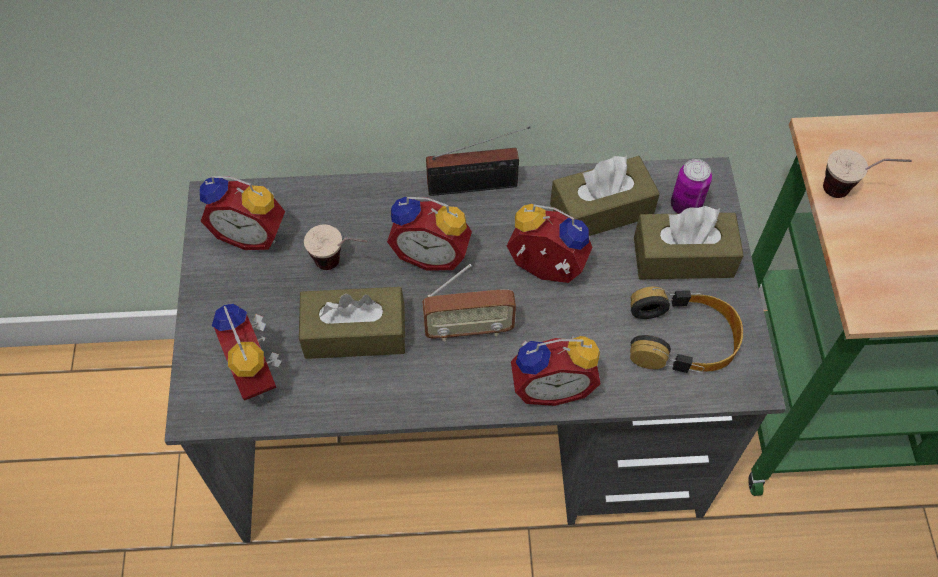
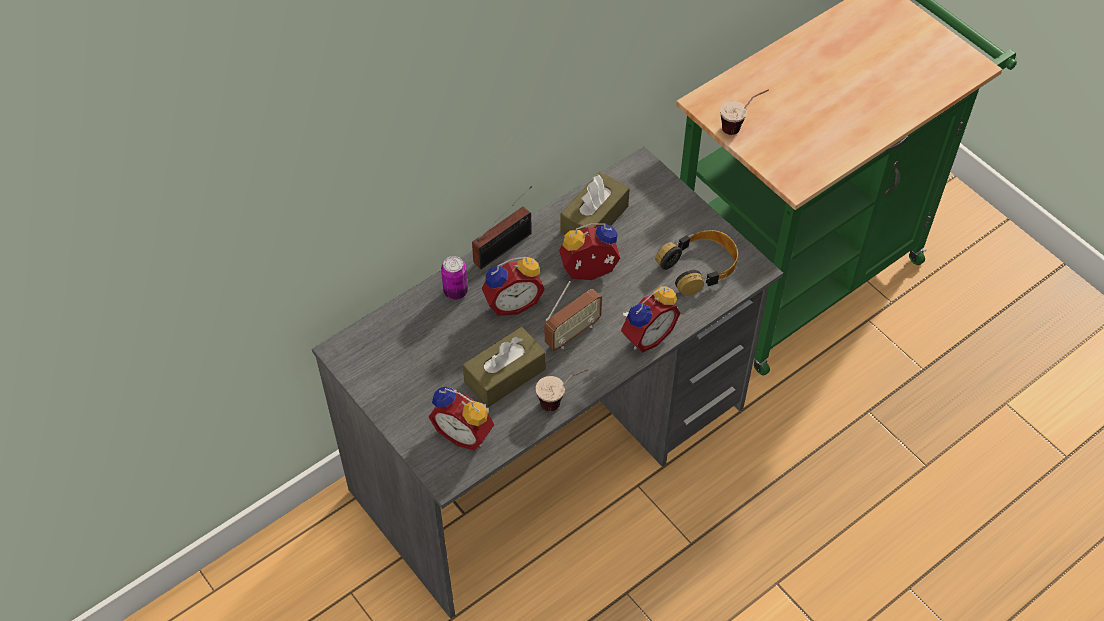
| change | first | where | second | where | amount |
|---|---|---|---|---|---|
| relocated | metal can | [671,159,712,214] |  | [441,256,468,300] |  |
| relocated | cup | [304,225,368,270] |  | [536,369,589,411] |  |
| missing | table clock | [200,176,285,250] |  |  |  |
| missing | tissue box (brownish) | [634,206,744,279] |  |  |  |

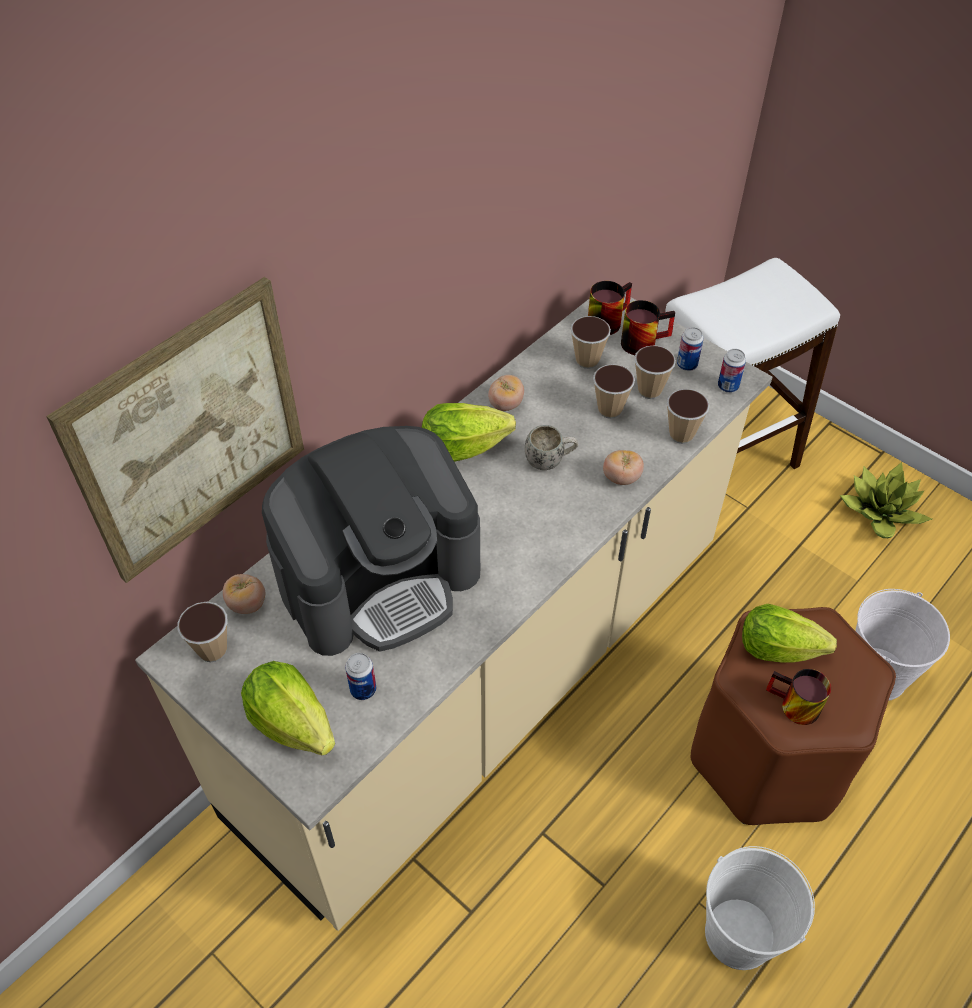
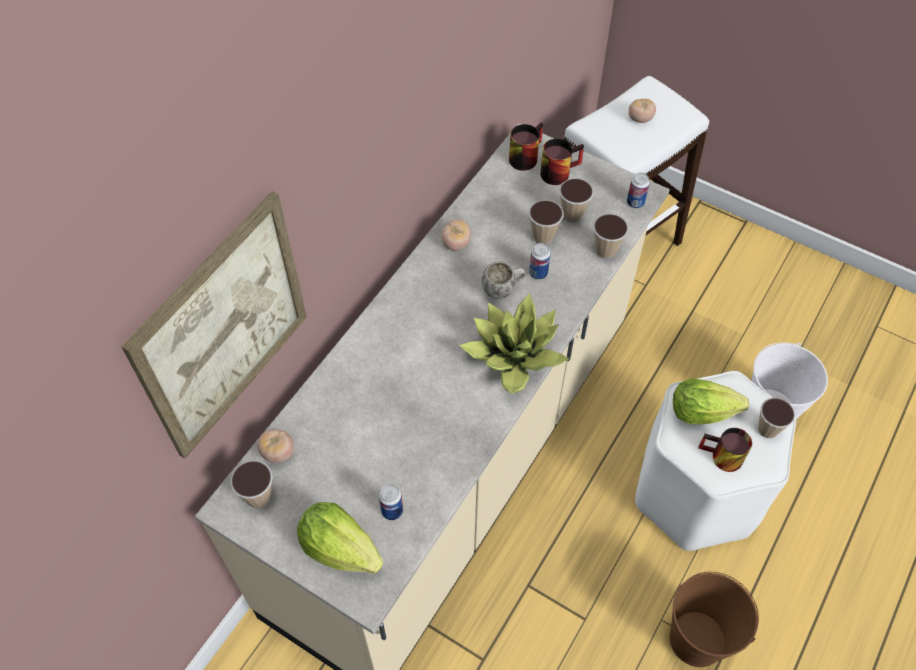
| change | first | where | second | where | amount |
|---|---|---|---|---|---|
| relocated | houseplant | [840,462,932,538] |  | [459,293,569,394] |  |
| relocated | metal can | [677,327,703,371] |  | [529,243,551,279] |  |
| relocated | fresh tomato | [603,450,644,485] |  | [629,99,656,123] |  |
| colour | stool (brownish) | [691,607,896,825] | stool (white-coloured) | [635,371,796,551] |  |
| colour | water bucket (white-coloured) | [705,846,815,970] | water bucket (brownish) | [670,572,759,667] |  |
| relocated | cup | [570,316,611,369] |  | [758,398,795,438] |  |
| missing | coffee machine | [262,426,480,656] |  |  |  |
| missing | lettuce head | [422,403,516,462] |  |  |  |

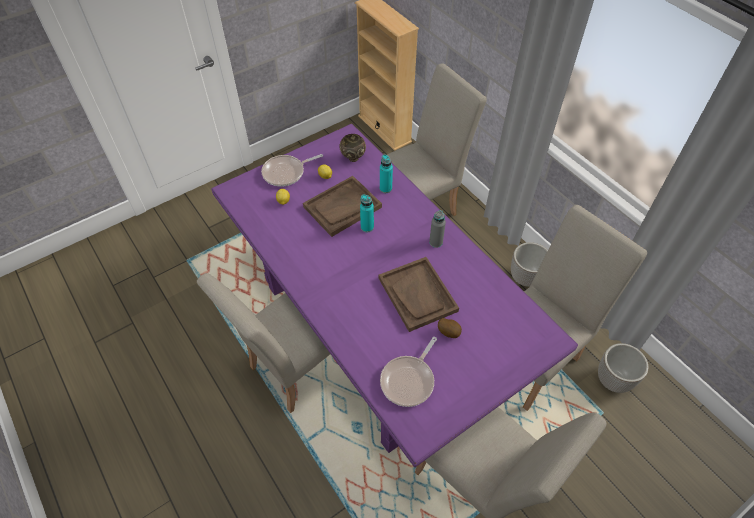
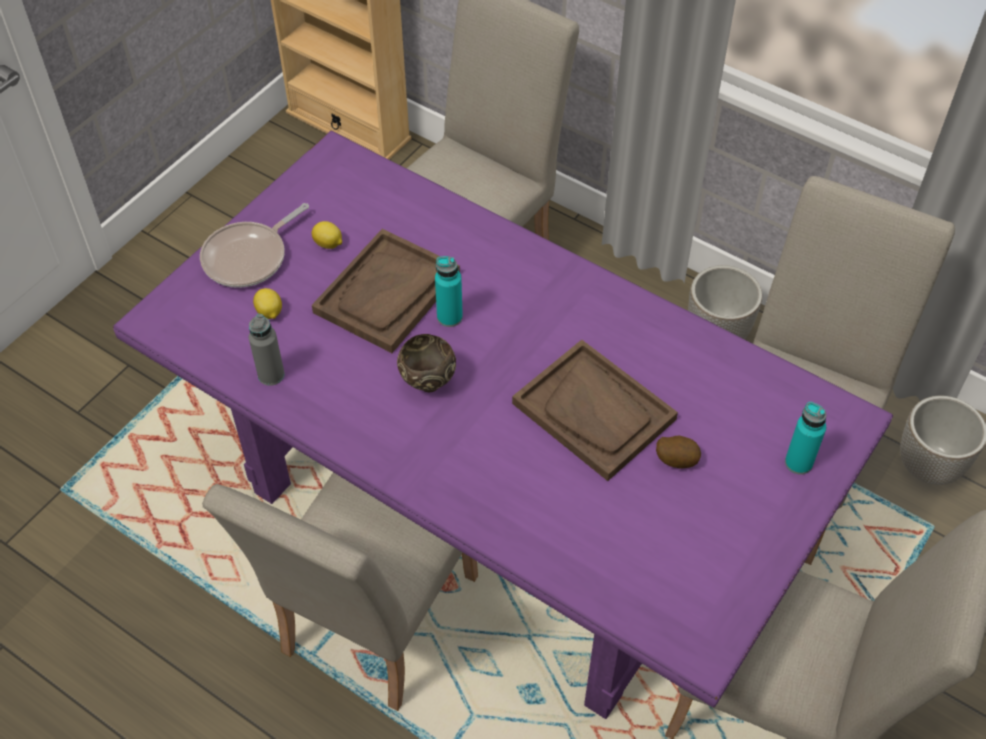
| change | first | where | second | where | amount |
|---|---|---|---|---|---|
| relocated | beverage bottle (grey) | [429,210,446,248] |  | [249,314,285,386] |  |
| relocated | bowl (brownish) | [340,134,366,162] |  | [397,334,456,392] |  |
| relocated | beverage bottle (turquoise) | [380,154,393,193] |  | [785,402,826,475] |  |
| missing | skillet | [380,337,437,407] |  |  |  |

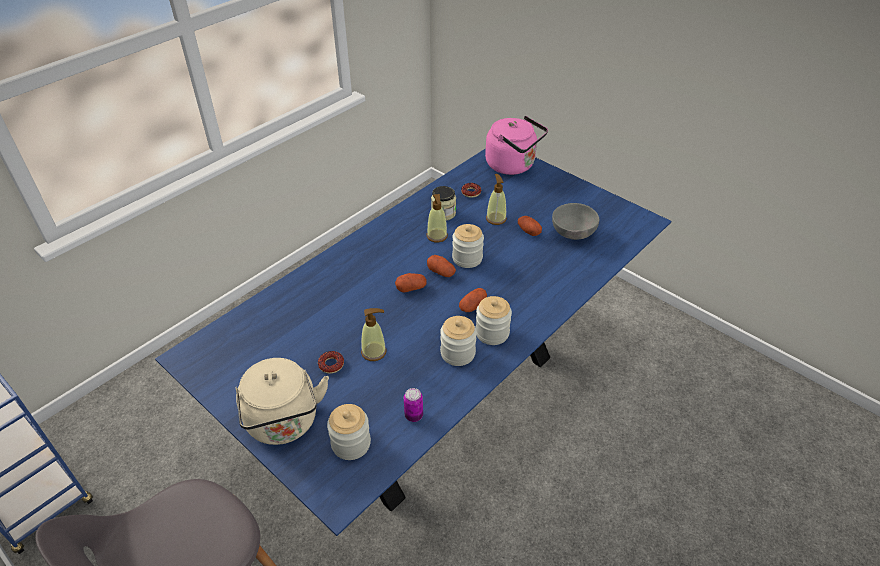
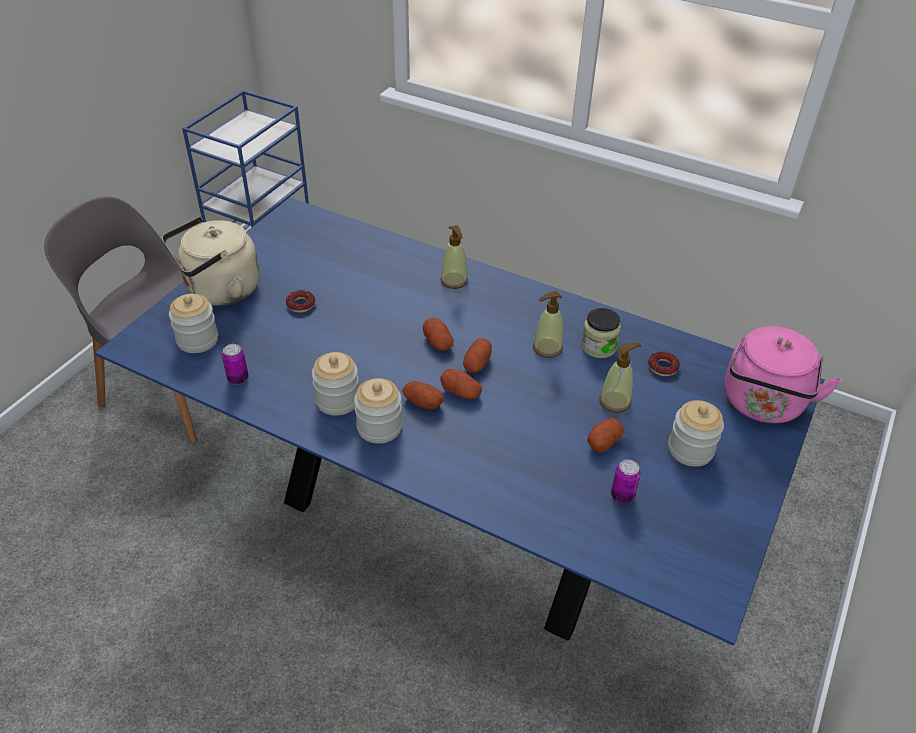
| change | first | where | second | where | amount |
|---|---|---|---|---|---|
| relocated | liquid soap bottle | [361,308,387,361] |  | [440,225,468,289] |  |
| appeared |  |  | potato | [440,369,482,399] |  |
| exchanged | bowl (grey) | [552,203,599,240] | metal can | [611,460,641,504] |  |
| relocated | jar | [452,224,484,268] |  | [668,400,724,467] |  |

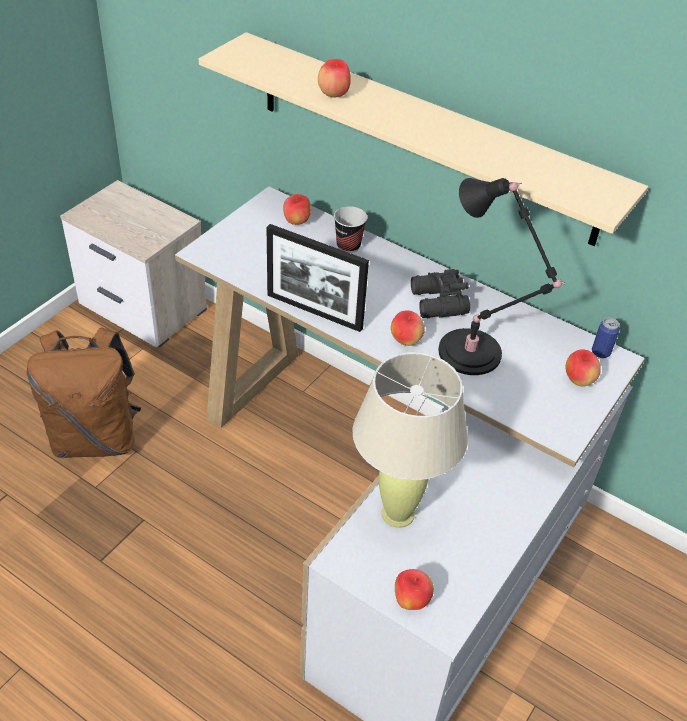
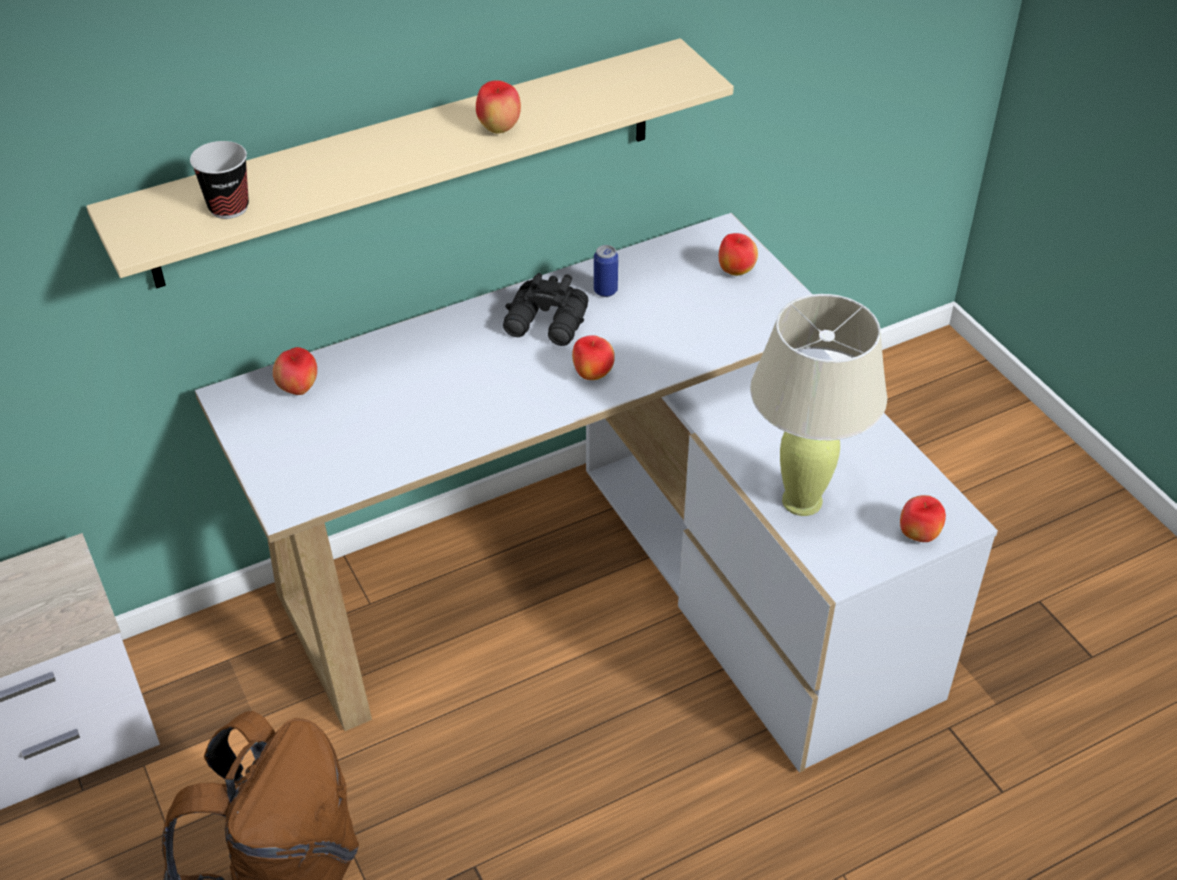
| change | first | where | second | where | amount |
|---|---|---|---|---|---|
| relocated | cup | [334,206,367,253] |  | [190,141,249,219] |  |
| relocated | apple fruit | [318,59,351,97] |  | [476,81,521,133] |  |
| relocated | metal can | [592,318,620,358] |  | [594,245,618,297] |  |
| missing | photo frame | [267,224,369,332] |  |  |  |
| missing | tabletop lamp (black-coloured) | [438,178,566,375] |  |  |  |

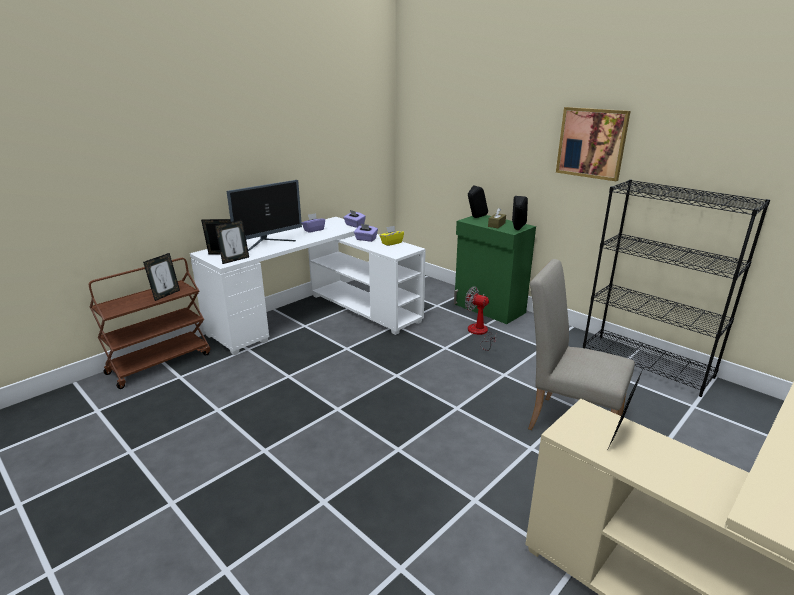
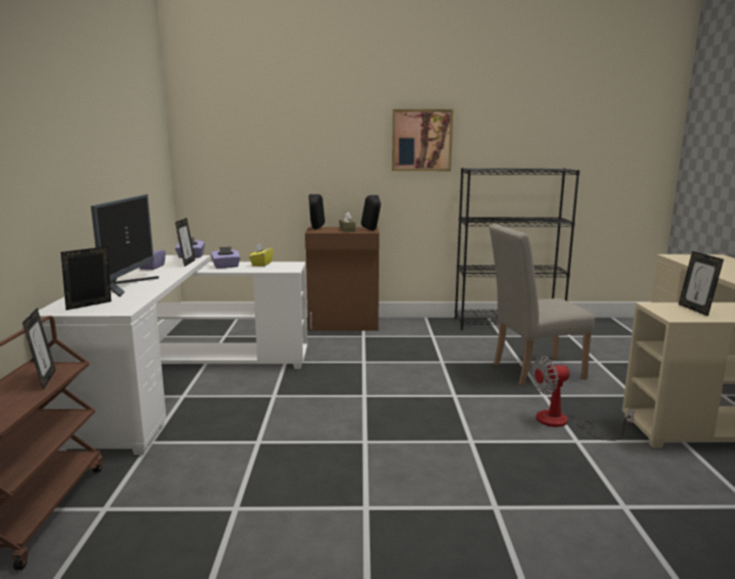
| change | first | where | second | where | amount |
|---|---|---|---|---|---|
| relocated | photo frame | [215,220,249,264] |  | [175,218,195,267] |  |
| colour | cupboard (green) | [454,215,536,324] | cupboard (brownish) | [305,227,379,331] |  |
| relocated | electric fan | [465,286,497,351] |  | [532,356,634,441] |  |

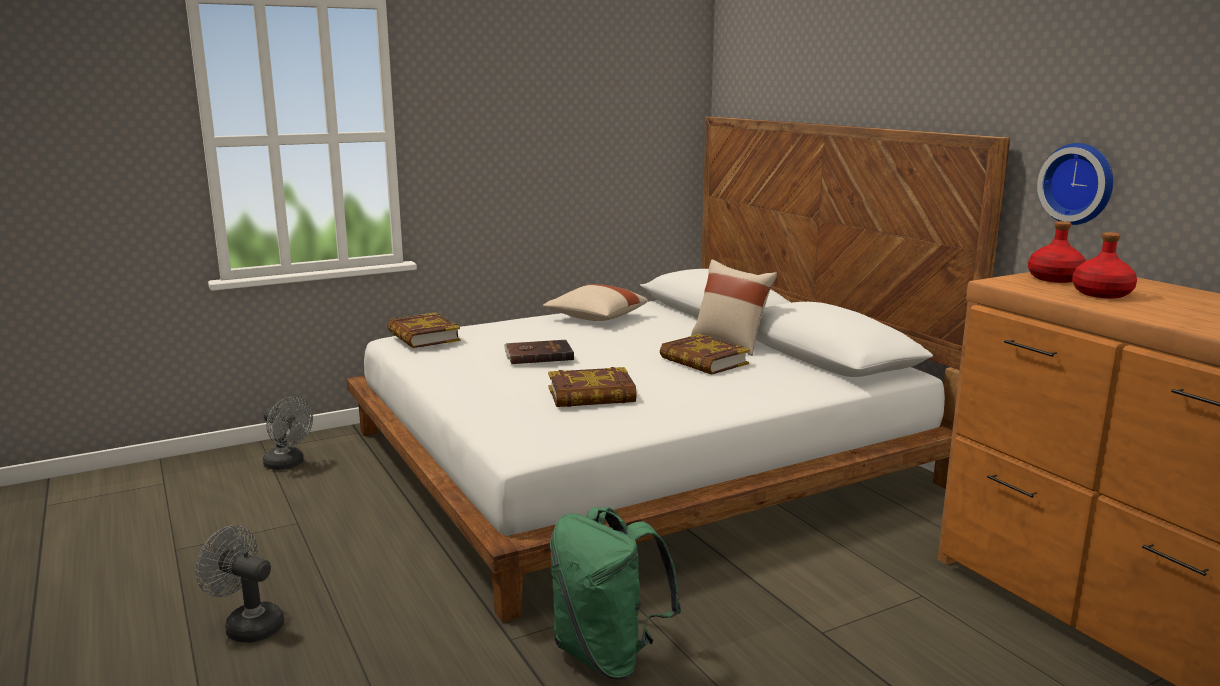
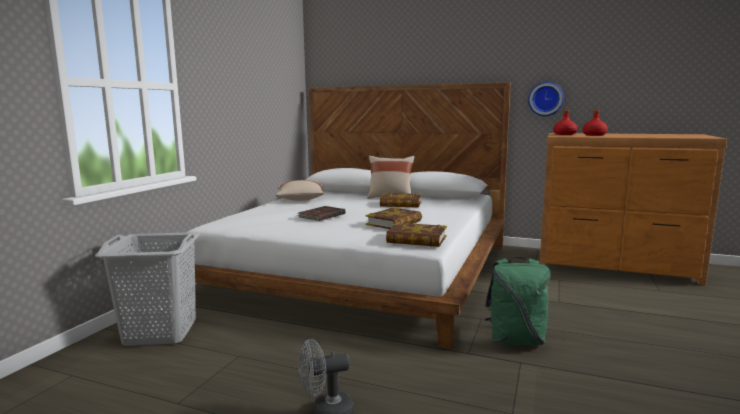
| change | first | where | second | where | amount |
|---|---|---|---|---|---|
| exchanged | electric fan (grey) | [263,397,313,470] | hamper (grey) | [95,232,200,346] |  |
| relocated | bound book | [387,313,461,348] |  | [386,222,447,247] |  |

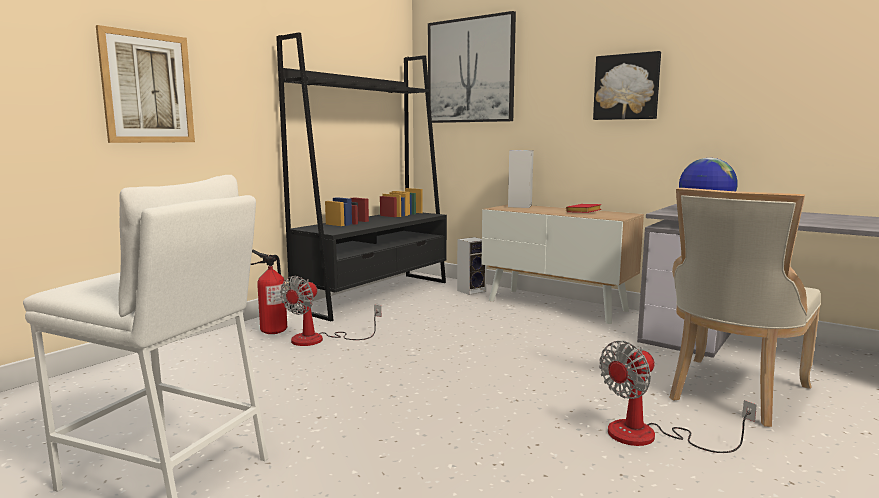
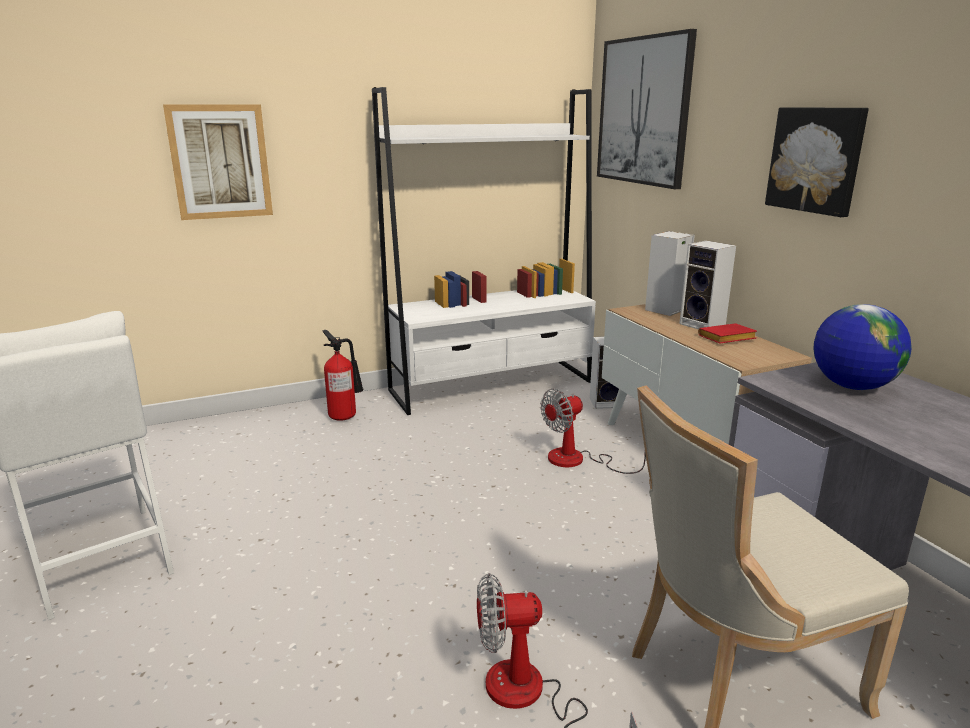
| change | first | where | second | where | amount |
|---|---|---|---|---|---|
| colour | bookcase (black-coloured) | [276,32,447,321] | bookcase (white-coloured) | [372,87,596,415] |  |
| relocated | electric fan | [280,276,381,346] |  | [540,389,646,474] |  |
| appeared |  |  | speaker | [679,240,736,329] |  |

